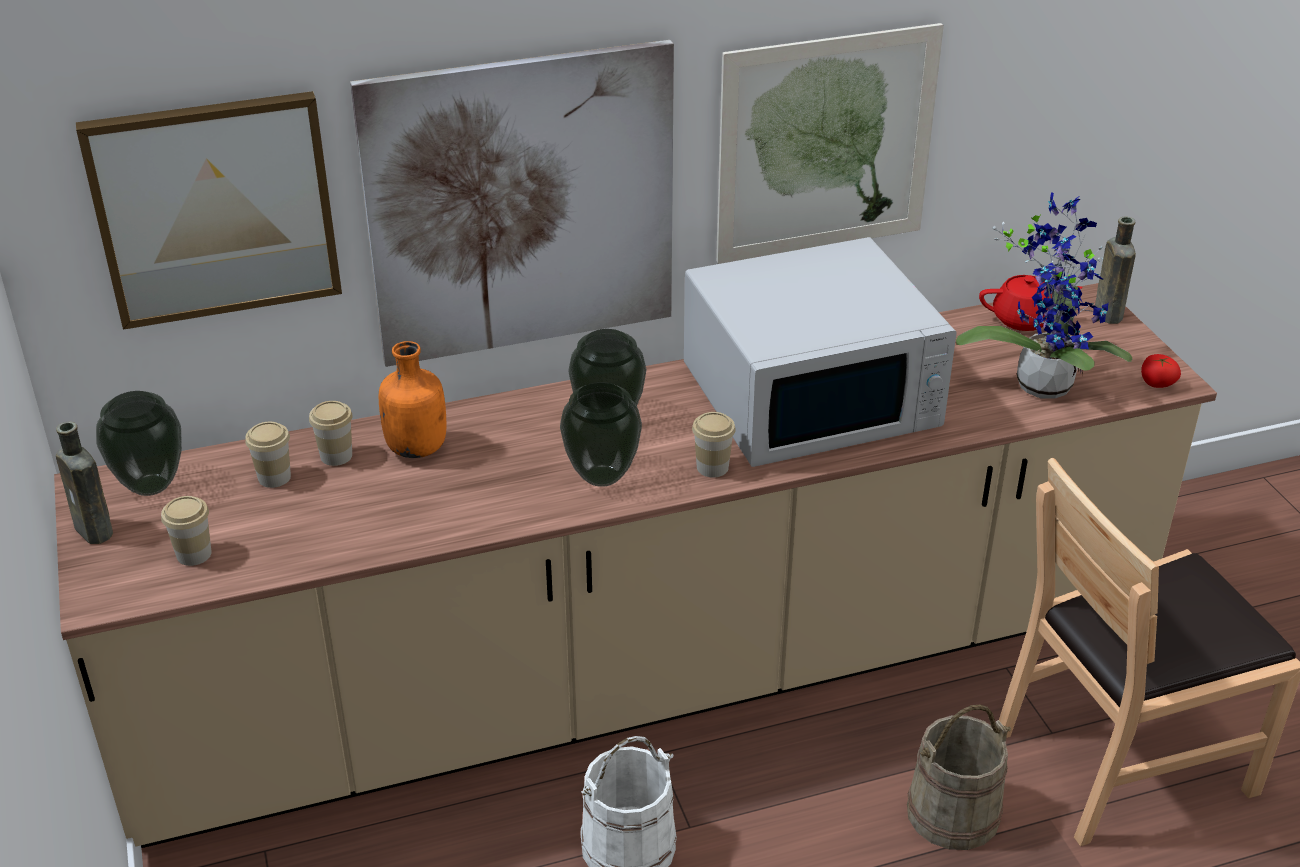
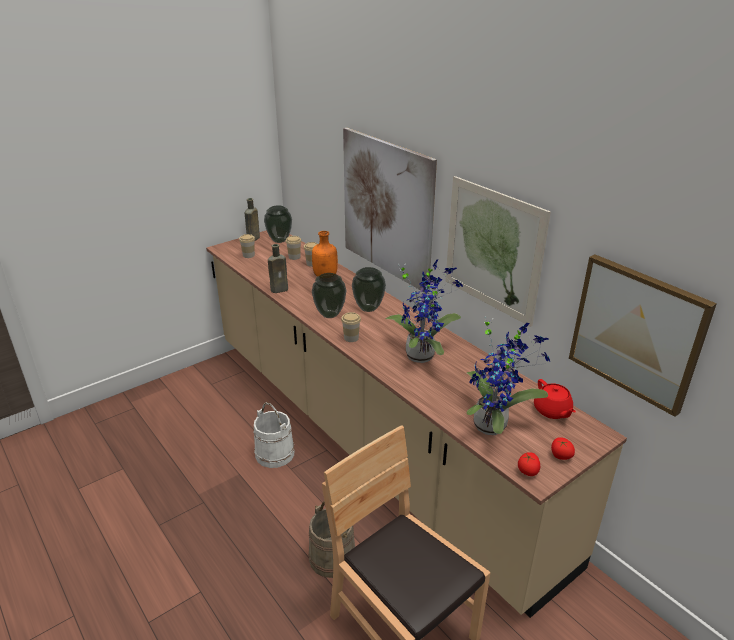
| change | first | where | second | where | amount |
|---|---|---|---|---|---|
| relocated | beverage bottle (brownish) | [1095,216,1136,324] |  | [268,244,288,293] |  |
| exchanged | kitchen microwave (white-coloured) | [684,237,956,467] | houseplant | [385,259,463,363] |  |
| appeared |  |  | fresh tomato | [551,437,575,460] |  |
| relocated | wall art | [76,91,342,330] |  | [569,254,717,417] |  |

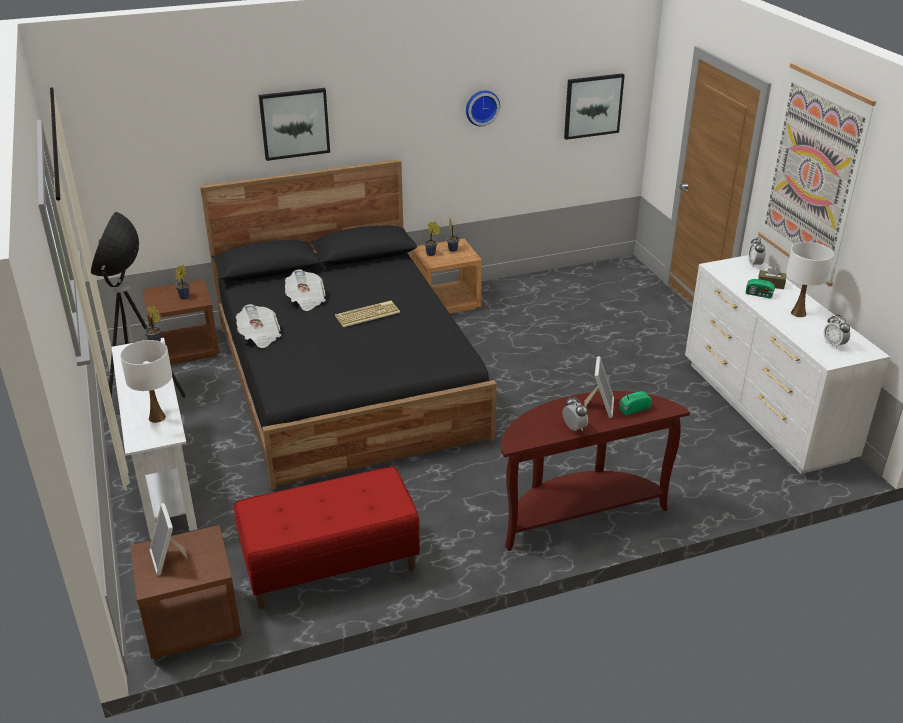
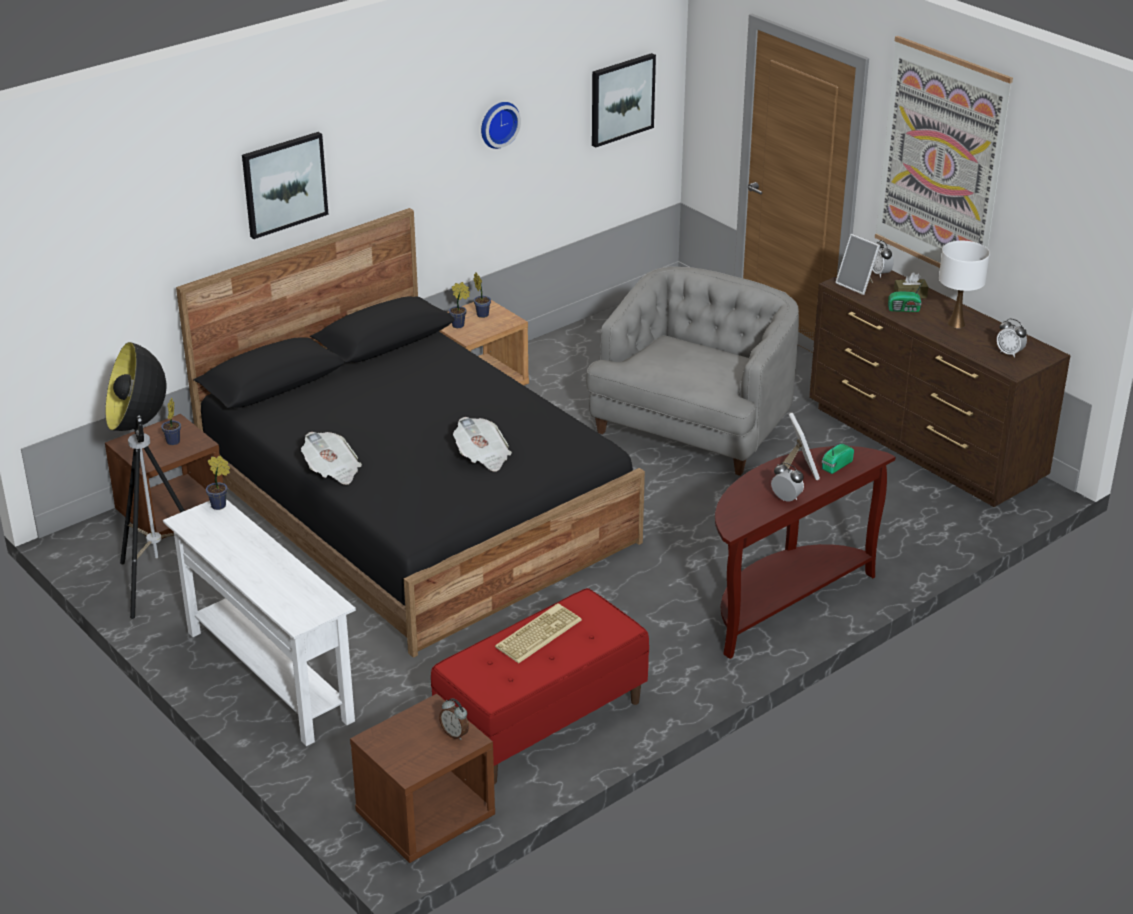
| change | first | where | second | where | amount |
|---|---|---|---|---|---|
| appeared |  |  | table clock | [439,698,469,740] |  |
| relocated | printed paper | [285,269,326,311] |  | [453,417,512,471] |  |
| relocated | PC keyboard | [335,301,400,327] |  | [495,604,582,663] |  |
| appeared |  |  | armchair (grey) | [586,266,799,476] |  |
| colour | chest of drawers (white-coloured) | [685,255,890,474] | chest of drawers (brownish) | [809,270,1070,507] |  |
| relocated | photo frame | [149,503,188,575] |  | [835,234,880,295] |  |
| missing | tabletop lamp (white-coloured) | [120,340,172,423] |  |  |  |

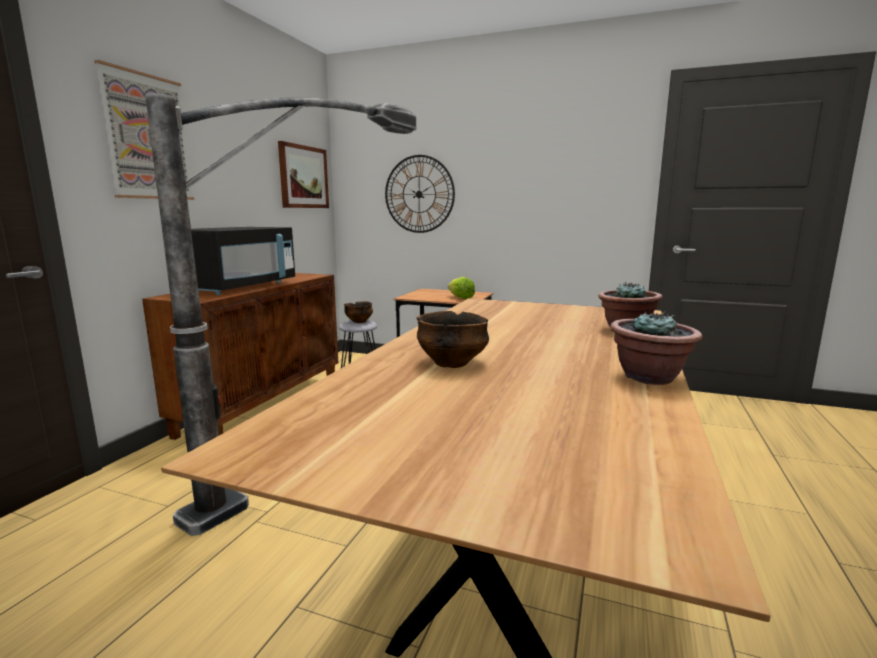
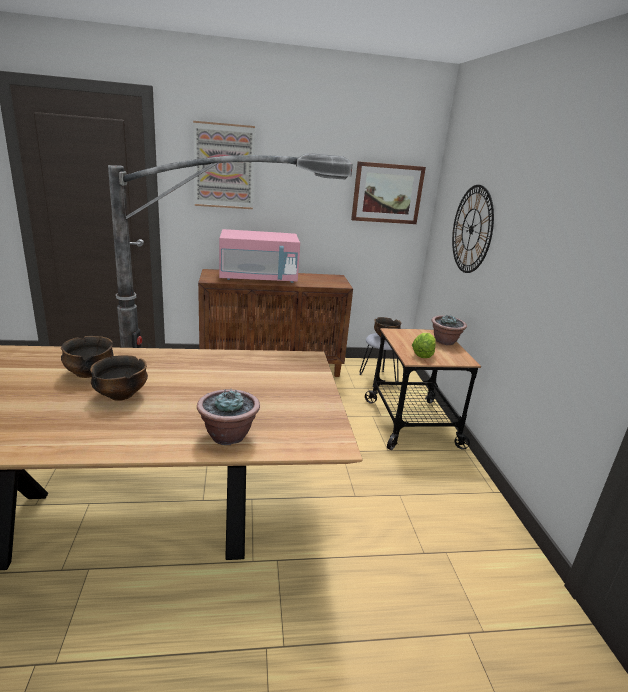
| change | first | where | second | where | amount |
|---|---|---|---|---|---|
| appeared |  |  | bowl | [90,355,148,401] |  |
| colour | kitchen microwave (black-coloured) | [191,227,295,295] | kitchen microwave (pink-coloured) | [219,229,300,283] |  |
| relocated | houseplant | [610,311,702,385] |  | [431,315,467,345] |  |

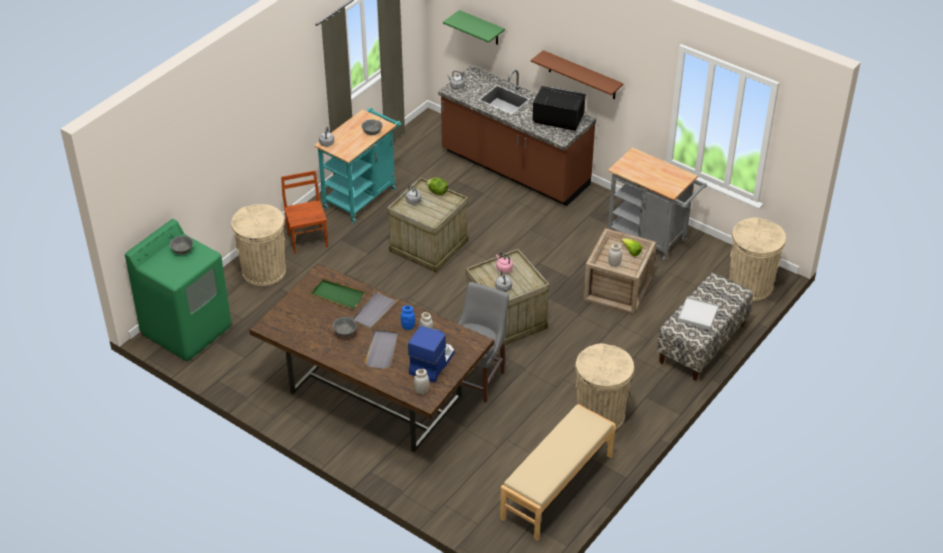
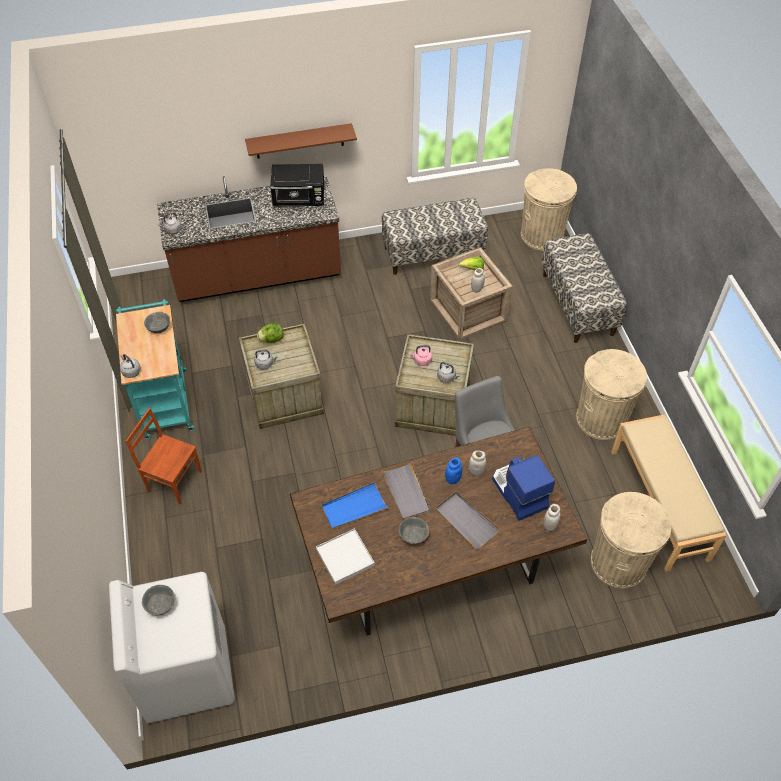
| change | first | where | second | where | amount |
|---|---|---|---|---|---|
| colour | laundry appliance (green) | [125,219,231,361] | laundry appliance (white-coloured) | [109,572,235,723] |  |
| spun | kitchen microwave (black-coloured) | [533,86,586,131] |  | [270,164,324,207] | 150 degrees counterclockwise |
| relocated | serving tray (white-coloured) | [678,297,719,330] |  | [316,528,375,585] |  |
| colour | serving tray (green) | [311,279,365,309] | serving tray (bluish) | [321,481,388,530] |  |
| exchanged | trolley (grey) | [608,147,707,261] | long seat | [382,198,488,275] |  |
| relocated | trash can (beige) | [231,204,286,286] |  | [591,492,671,589] |  |
| missing | shelf (green) | [443,10,505,45] |  |  |  |

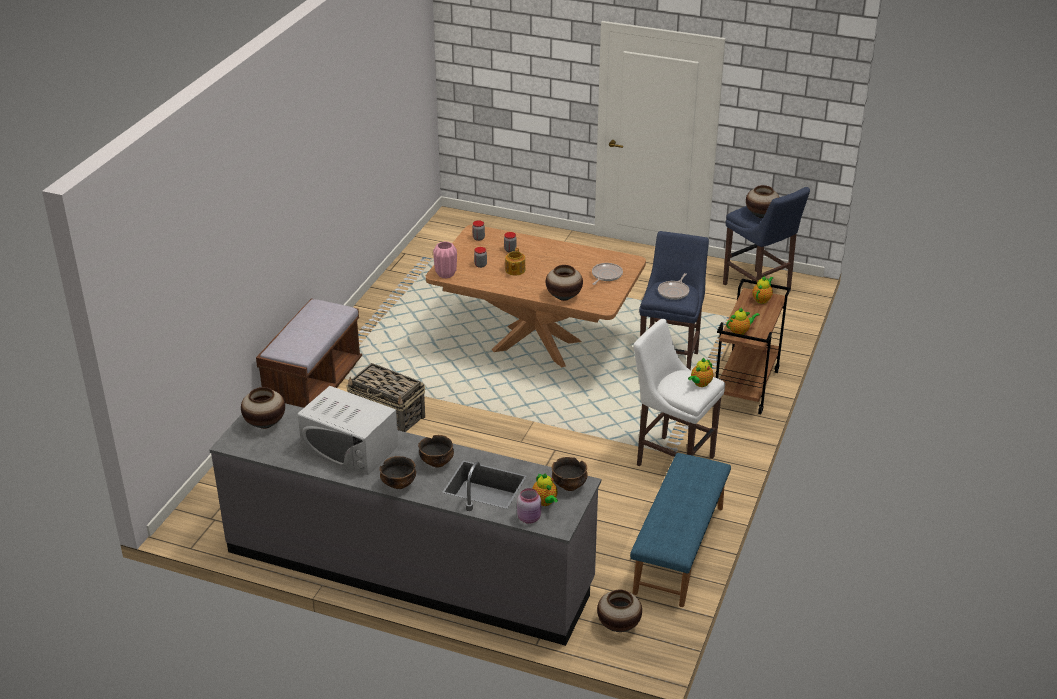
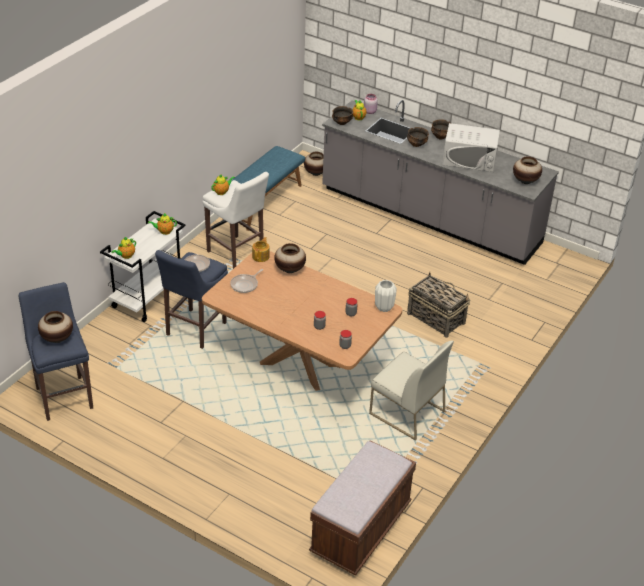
| change | first | where | second | where | amount |
|---|---|---|---|---|---|
| colour | trolley (brownish) | [716,279,791,414] | trolley (white-coloured) | [100,211,186,322] |  |
| relocated | tea pot | [505,248,525,275] |  | [252,237,270,262] |  |
| relocated | long seat (brownish) | [256,299,362,408] |  | [309,440,416,576] |  |
| appeared |  |  | plain chair (white-coloured) | [369,341,454,441] |  |
| colour | decorative vase (pink-coloured) | [433,241,457,279] | decorative vase (white-coloured) | [375,280,397,312] |  |
| spun | kitchen microwave (white-coloured) | [297,386,399,475] |  | [442,123,500,172] | 150 degrees clockwise |

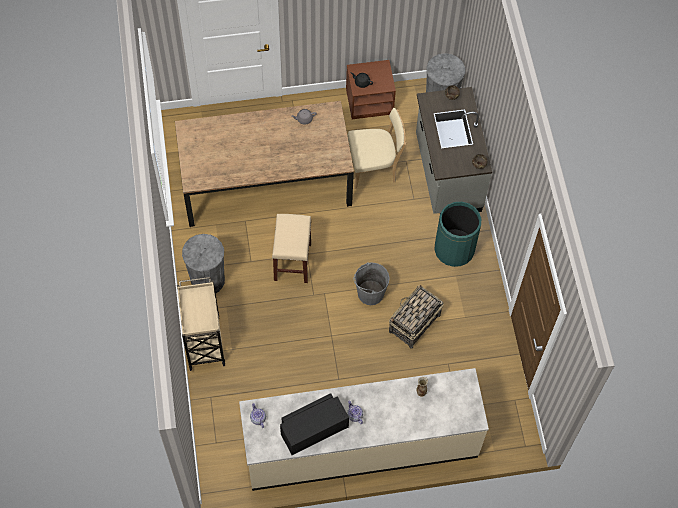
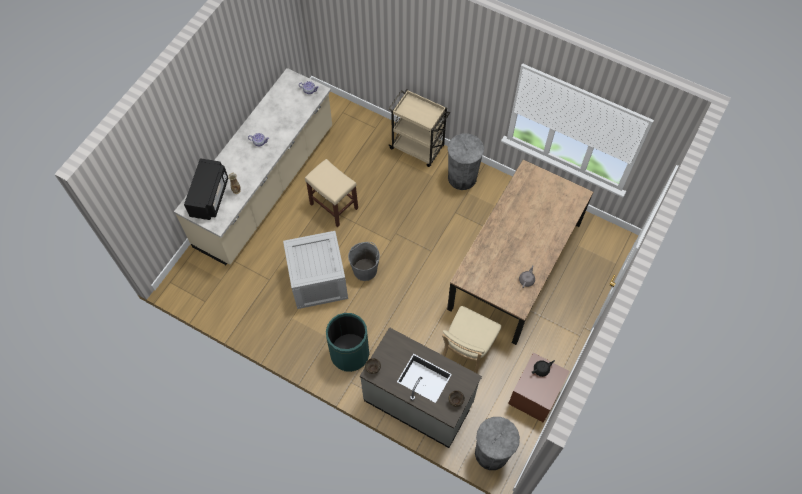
| change | first | where | second | where | amount |
|---|---|---|---|---|---|
| relocated | kitchen microwave (black-coloured) | [280,393,349,455] |  | [184,158,228,220] |  |
| exchanged | household basket | [389,285,444,349] | crate | [283,231,348,309] |  |
| relocated | stool (beige) | [272,214,311,283] |  | [305,159,358,227] |  |

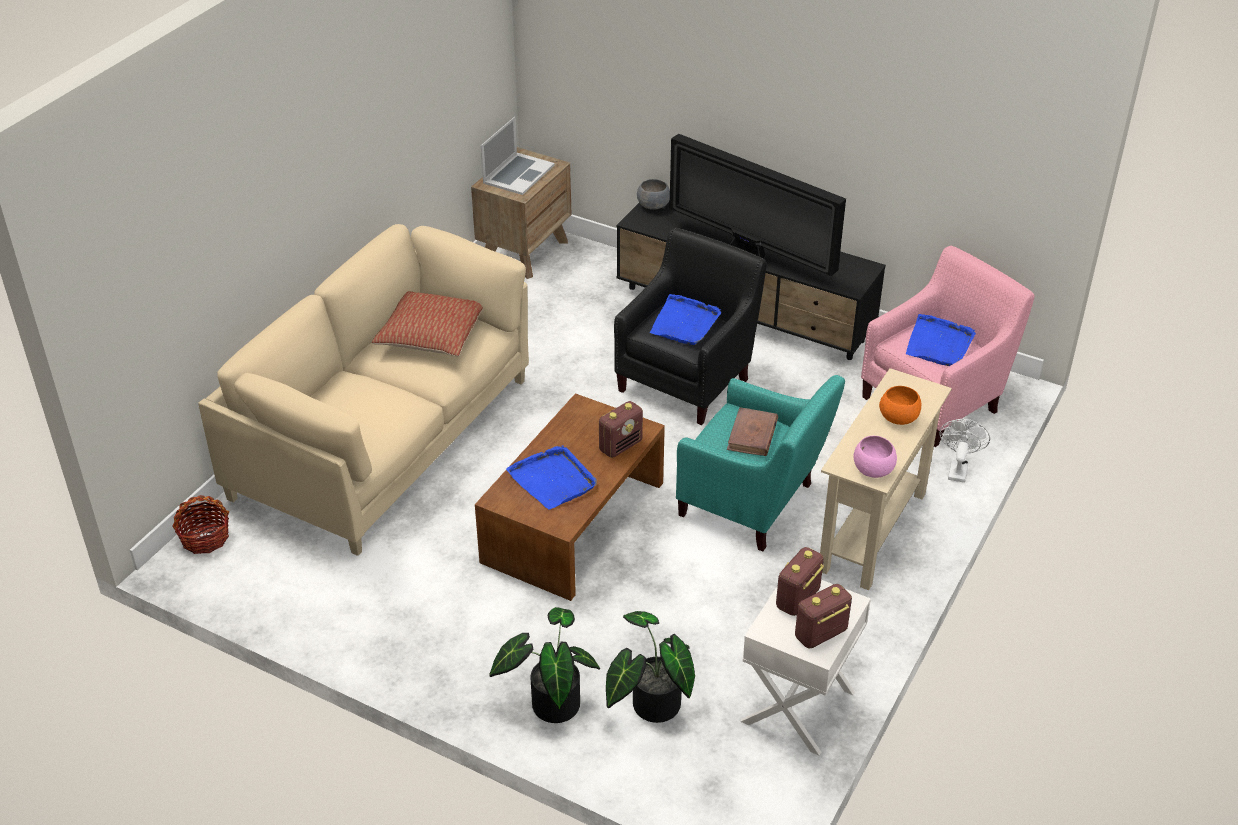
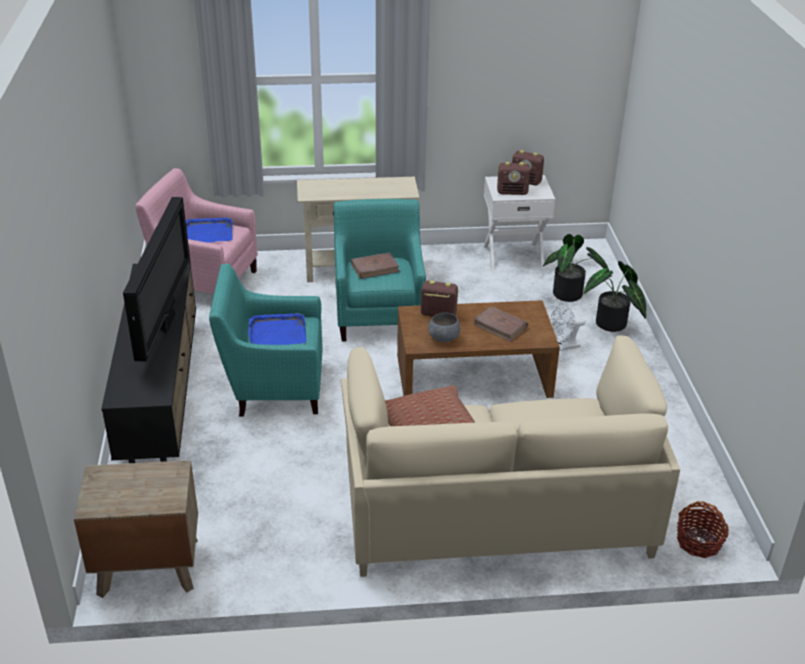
| change | first | where | second | where | amount |
|---|---|---|---|---|---|
| colour | armchair (black-coloured) | [614,228,767,425] | armchair (turquoise) | [209,264,323,417] |  |
| relocated | bowl (grey) | [637,179,670,210] |  | [428,313,460,342] |  |
| exchanged | serving tray (bluish) | [506,445,597,510] | bound book (brownish) | [473,306,528,342] |  |
| relocated | electric fan (white-coloured) | [939,419,990,483] |  | [550,303,586,351] |  |
| missing | laptop | [481,117,555,195] |  |  |  |
| missing | bowl (pink-coloured) | [854,436,897,478] |  |  |  |
| missing | bowl (orangey) | [879,386,922,425] |  |  |  |

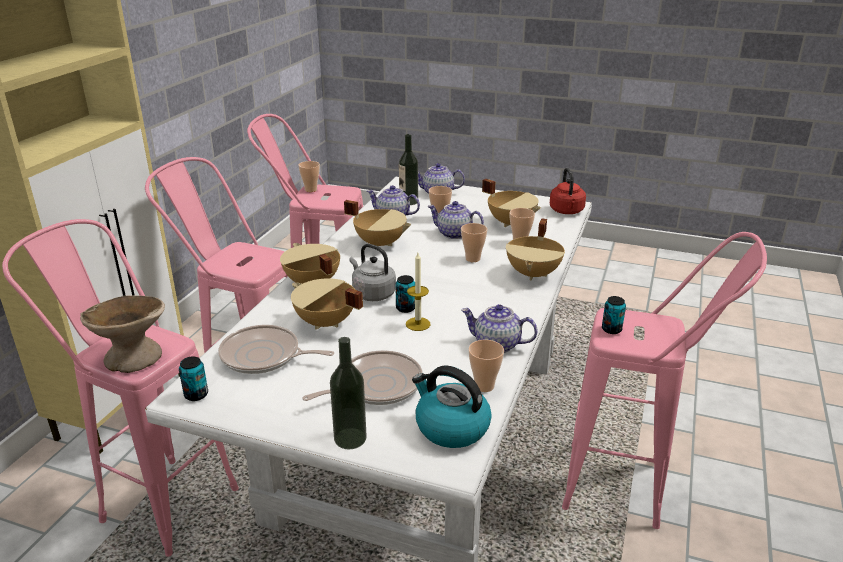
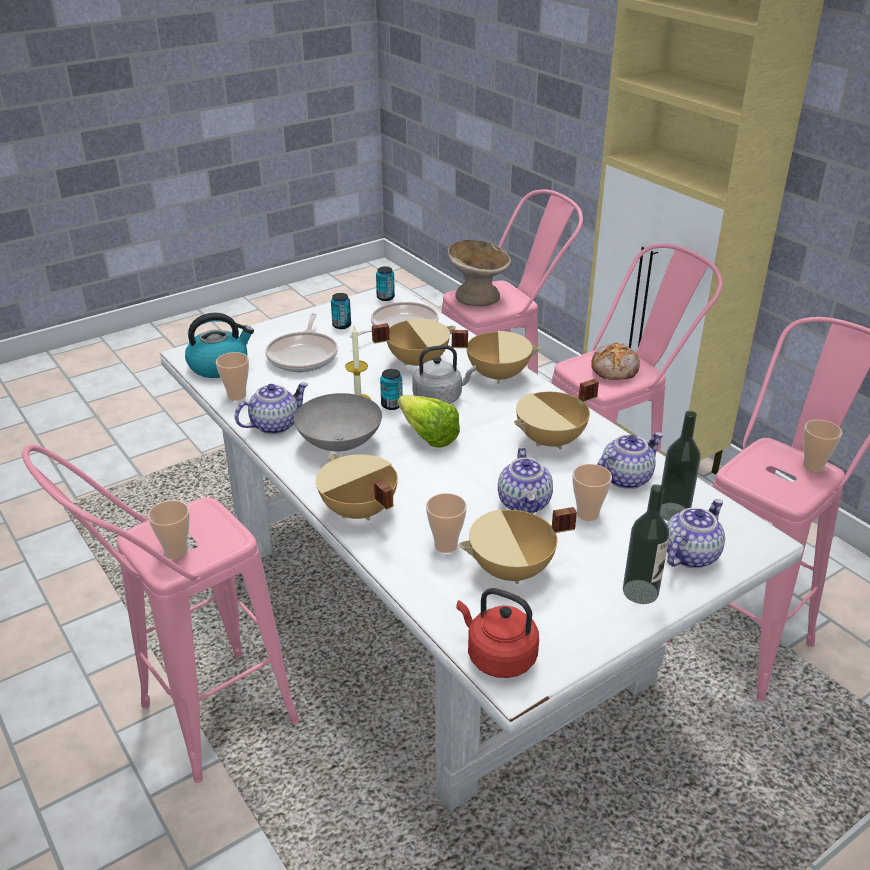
| change | first | where | second | where | amount |
|---|---|---|---|---|---|
| relocated | cup | [461,223,488,262] |  | [148,500,190,559] |  |
| appeared |  |  | bowl (grey) | [294,393,382,452] |  |
| relocated | metal can | [602,296,626,334] |  | [331,293,351,329] |  |
| appeared |  |  | lettuce head | [398,395,460,447] |  |
| spun | tea pot | [428,201,484,239] |  | [498,447,553,514] | 120 degrees clockwise |
| appeared |  |  | bakery bread | [591,343,640,380] |  |
| relocated | beverage bottle | [330,337,367,449] |  | [623,484,669,604] |  |

